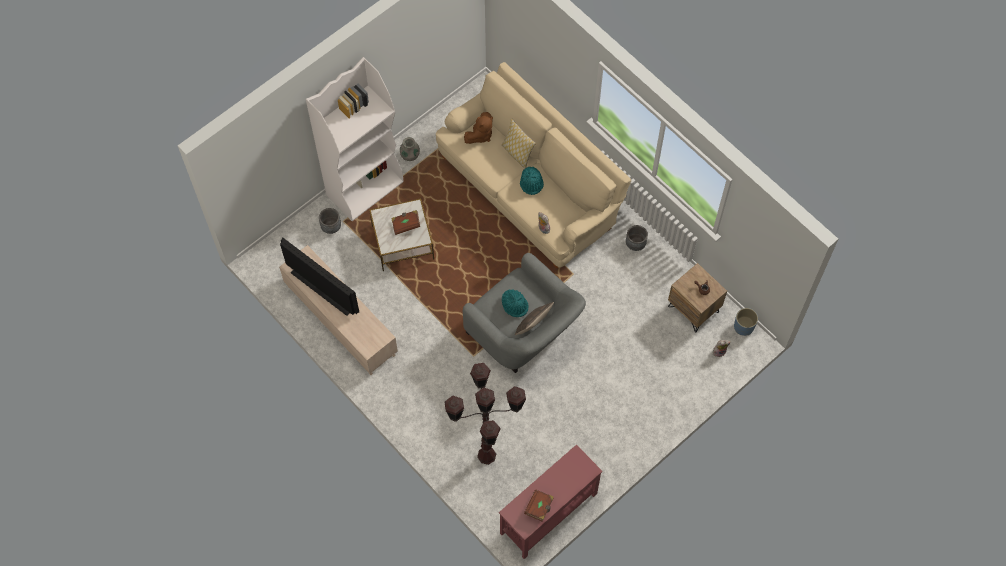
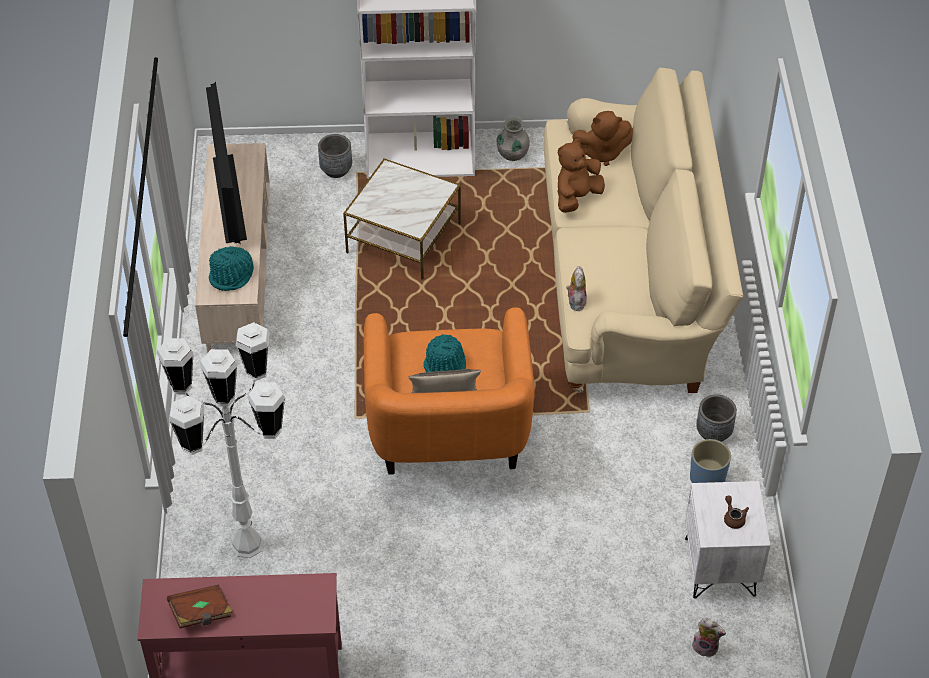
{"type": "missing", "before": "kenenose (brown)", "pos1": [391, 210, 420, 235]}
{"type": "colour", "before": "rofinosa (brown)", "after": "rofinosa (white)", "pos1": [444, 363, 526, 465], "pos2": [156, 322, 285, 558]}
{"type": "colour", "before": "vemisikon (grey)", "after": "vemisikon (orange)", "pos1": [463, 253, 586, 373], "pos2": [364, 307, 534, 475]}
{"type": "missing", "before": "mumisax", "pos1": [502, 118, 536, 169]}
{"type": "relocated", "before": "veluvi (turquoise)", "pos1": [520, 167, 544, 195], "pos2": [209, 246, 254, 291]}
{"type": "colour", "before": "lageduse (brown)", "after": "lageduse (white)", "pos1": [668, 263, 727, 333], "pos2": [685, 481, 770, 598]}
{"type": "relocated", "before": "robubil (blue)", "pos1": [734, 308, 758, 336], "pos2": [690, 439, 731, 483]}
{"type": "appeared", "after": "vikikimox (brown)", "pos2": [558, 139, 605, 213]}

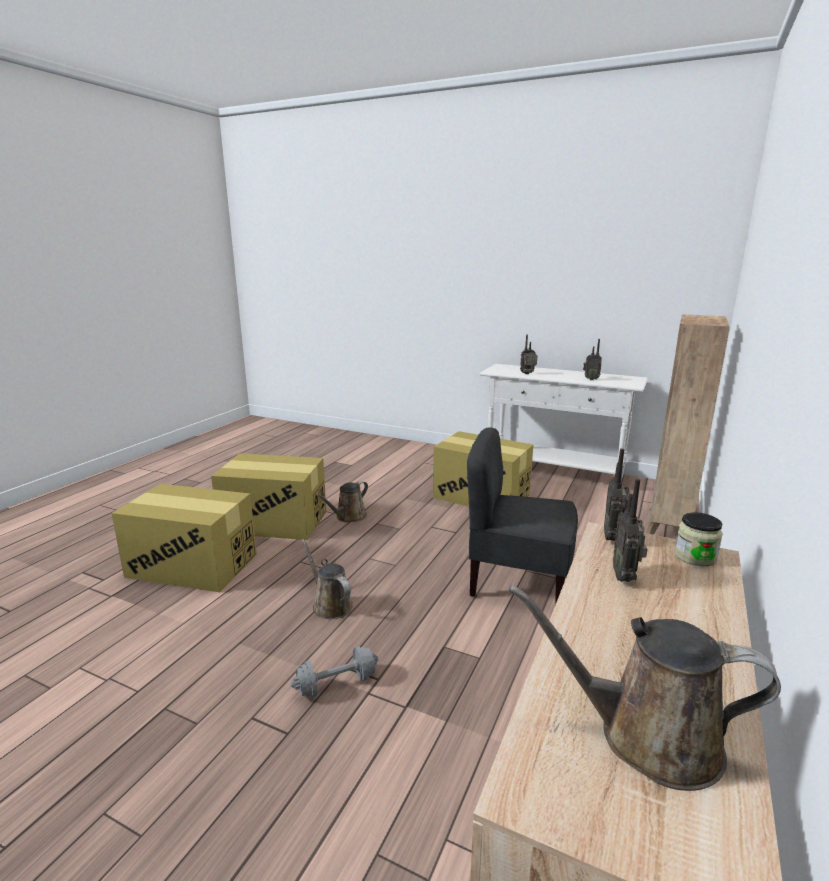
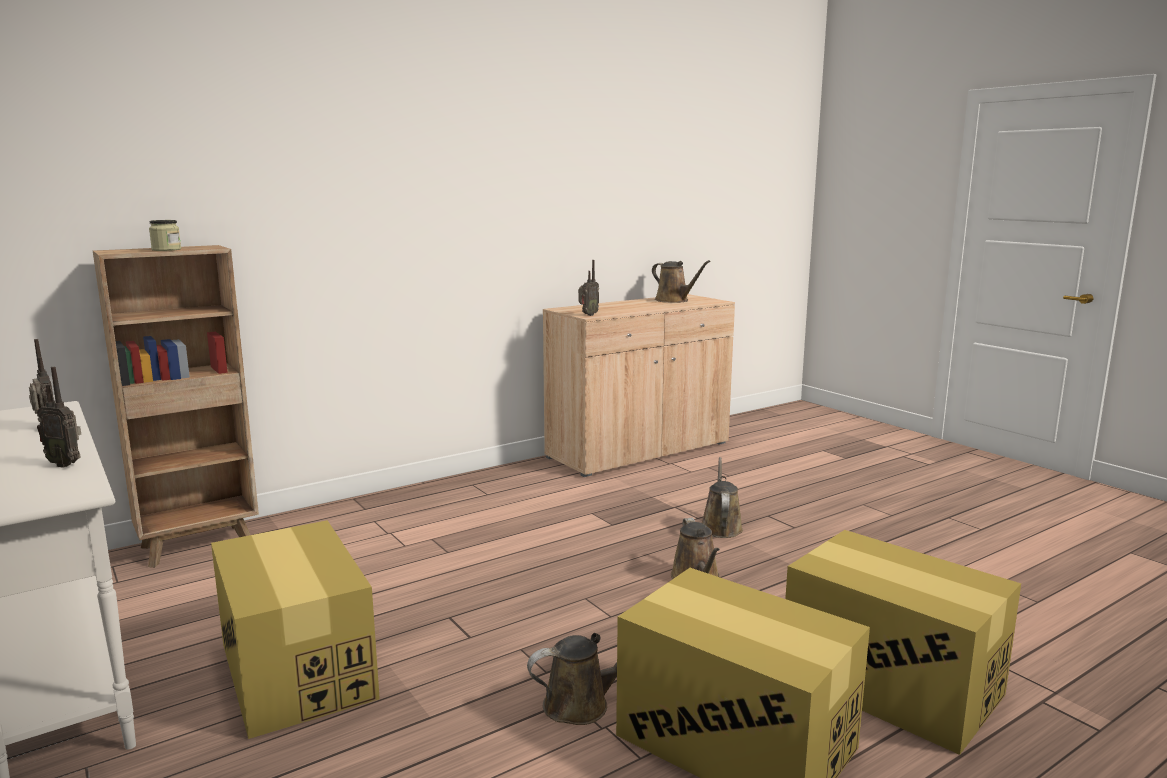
{"type": "exchanged", "before": "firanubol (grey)", "after": "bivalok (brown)", "pos1": [291, 646, 379, 697], "pos2": [702, 457, 743, 538]}
{"type": "missing", "before": "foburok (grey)", "pos1": [467, 428, 578, 605]}
{"type": "missing", "before": "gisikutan", "pos1": [613, 479, 648, 582]}
{"type": "relocated", "before": "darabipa", "pos1": [675, 512, 723, 567], "pos2": [149, 220, 181, 251]}

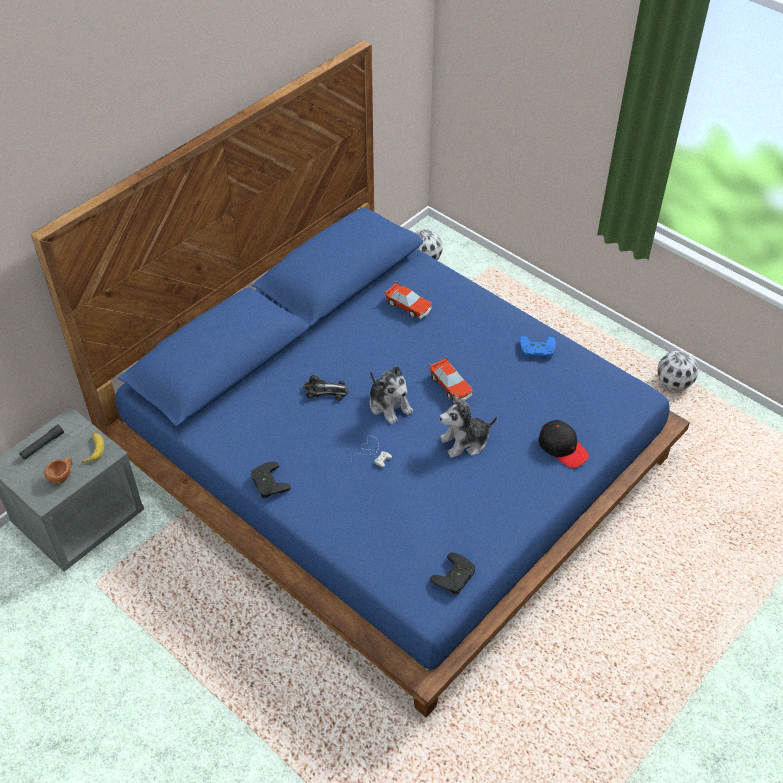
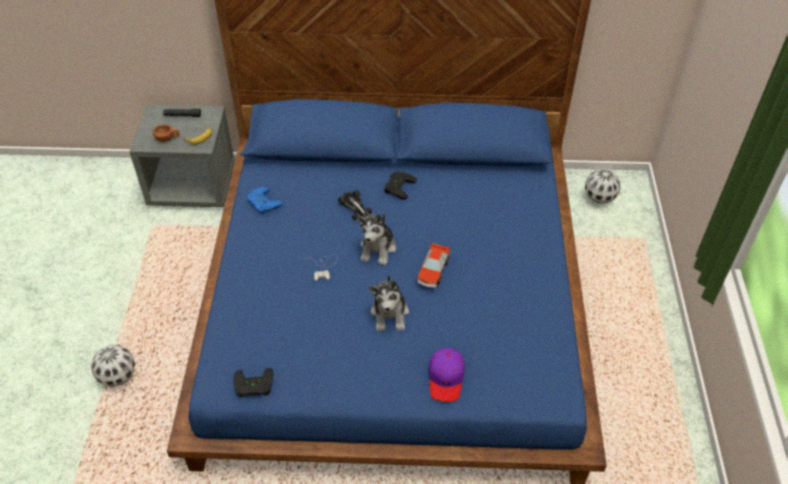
{"type": "relocated", "before": "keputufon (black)", "pos1": [251, 462, 291, 498], "pos2": [384, 172, 417, 200]}
{"type": "missing", "before": "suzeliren", "pos1": [384, 281, 432, 319]}
{"type": "spun", "before": "vikikimox", "pos1": [440, 393, 497, 458], "pos2": [369, 274, 409, 331], "turn": -120}
{"type": "relocated", "before": "keputufon (blue)", "pos1": [520, 336, 556, 358], "pos2": [247, 187, 283, 215]}
{"type": "colour", "before": "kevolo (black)", "after": "kevolo (purple)", "pos1": [539, 420, 589, 468], "pos2": [429, 348, 465, 402]}
{"type": "relocated", "before": "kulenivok", "pos1": [657, 351, 698, 390], "pos2": [91, 345, 135, 387]}

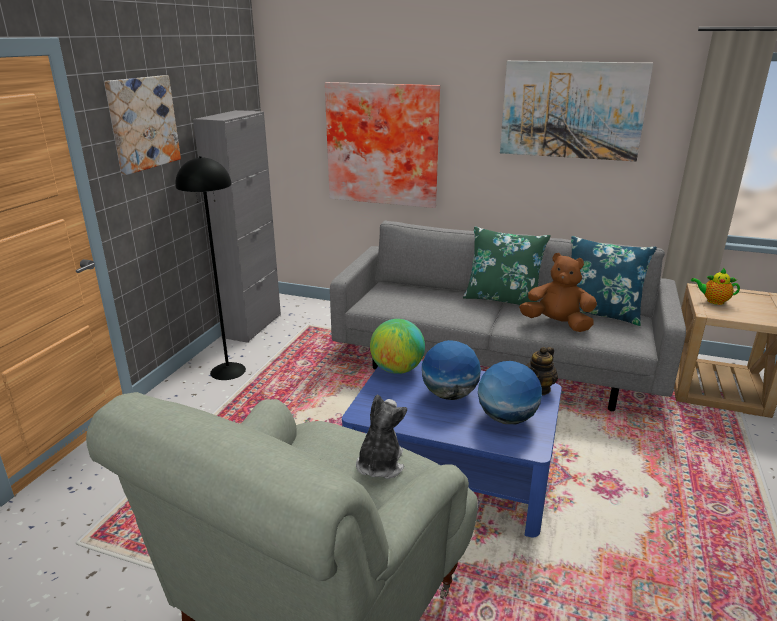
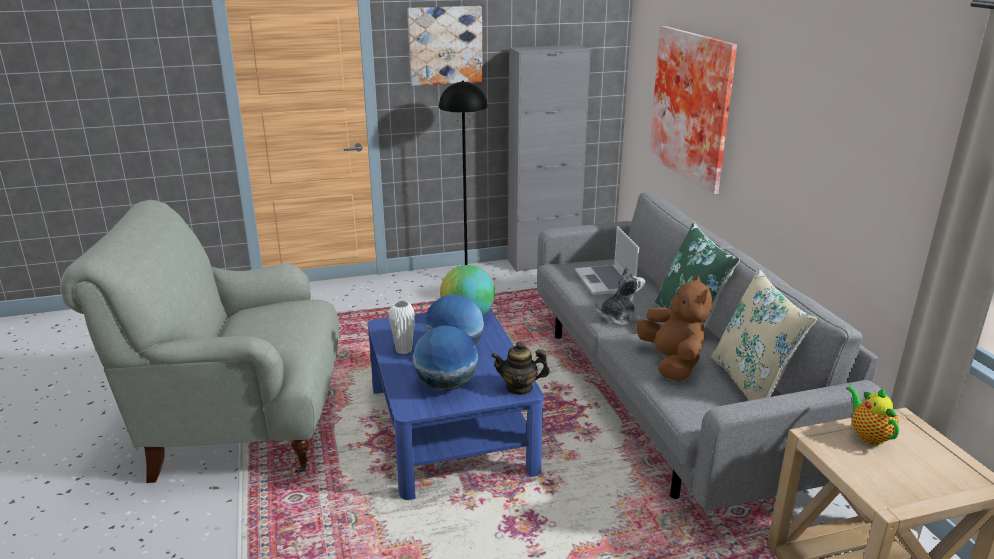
{"type": "relocated", "before": "vikikimox", "pos1": [356, 394, 407, 479], "pos2": [595, 266, 645, 325]}
{"type": "missing", "before": "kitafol", "pos1": [500, 61, 653, 161]}
{"type": "colour", "before": "mumisax (blue)", "after": "mumisax (beige)", "pos1": [571, 236, 657, 326], "pos2": [711, 269, 817, 401]}
{"type": "appeared", "after": "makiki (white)", "pos2": [389, 301, 415, 354]}
{"type": "appeared", "after": "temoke", "pos2": [575, 226, 639, 295]}

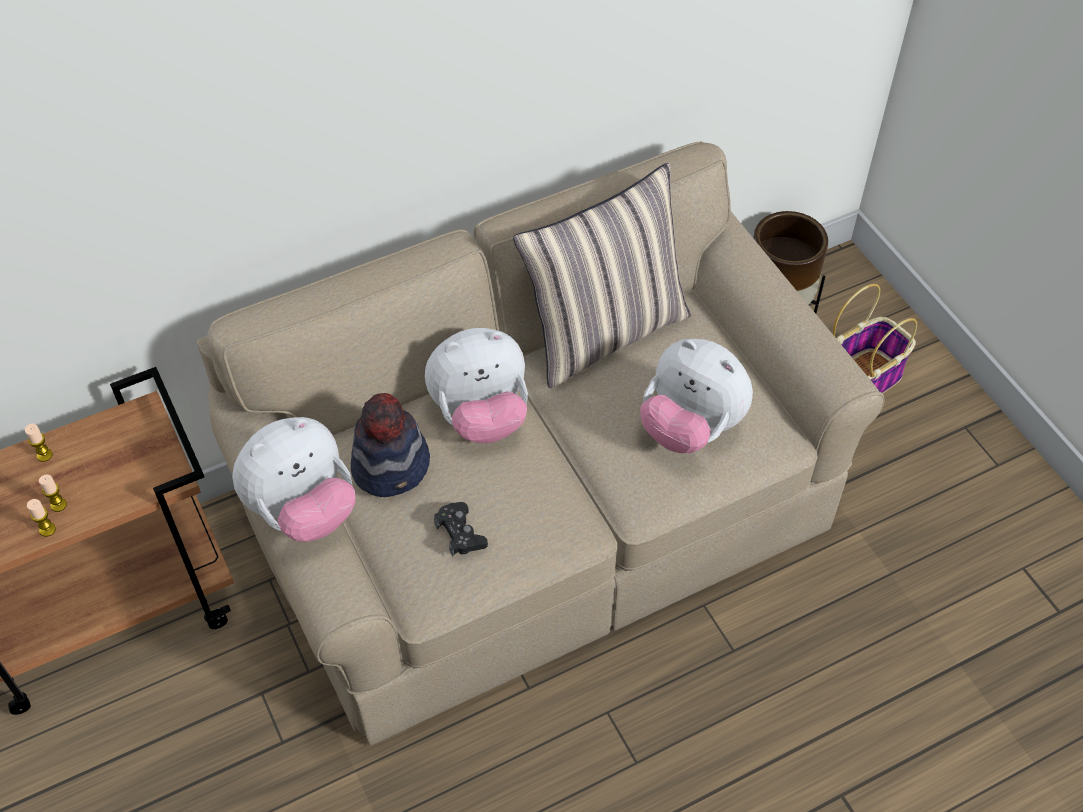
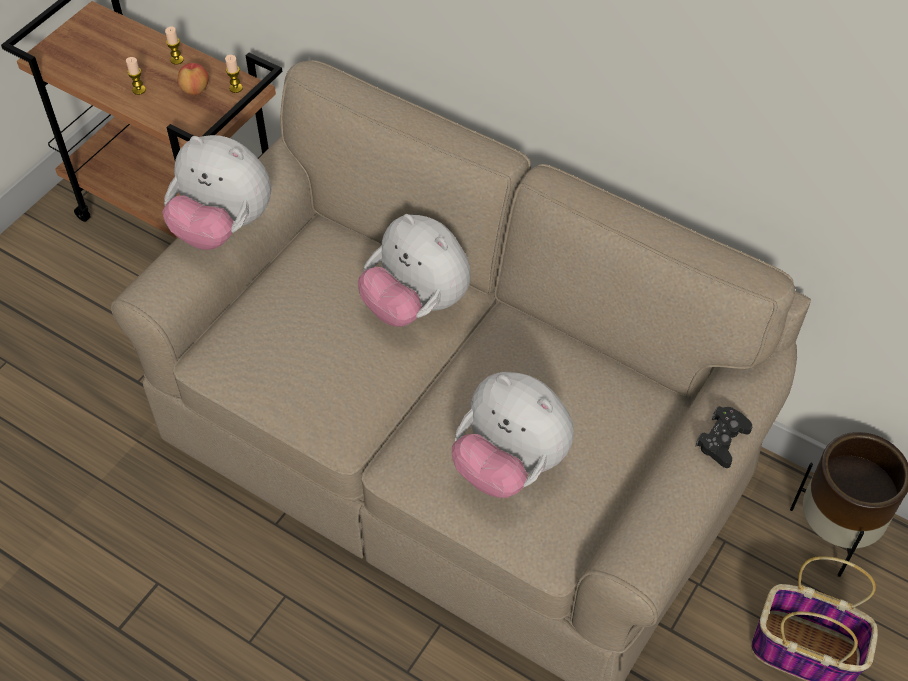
{"type": "relocated", "before": "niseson", "pos1": [27, 499, 56, 537], "pos2": [225, 55, 243, 93]}
{"type": "missing", "before": "veluvi", "pos1": [351, 393, 430, 497]}
{"type": "relocated", "before": "keputufon (black)", "pos1": [434, 502, 488, 557], "pos2": [695, 406, 752, 468]}
{"type": "missing", "before": "mumisax", "pos1": [513, 163, 692, 388]}
{"type": "spun", "before": "vikikimox", "pos1": [640, 339, 753, 453], "pos2": [452, 372, 574, 498], "turn": -60}
{"type": "appeared", "after": "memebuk", "pos2": [178, 63, 209, 95]}

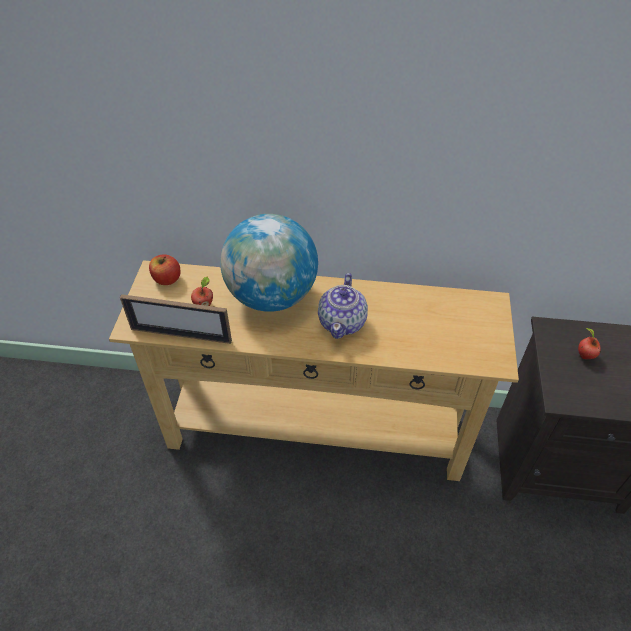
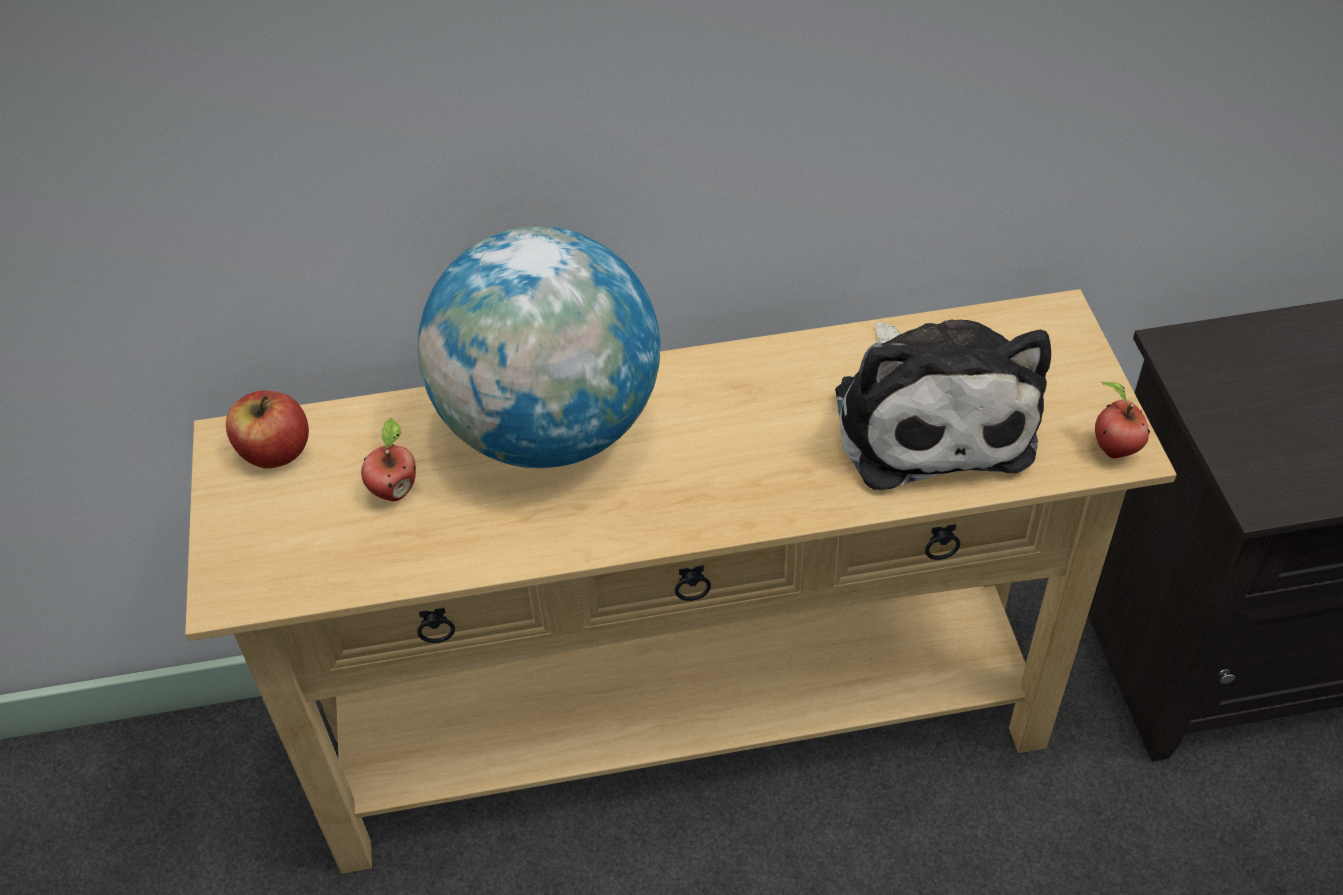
{"type": "missing", "before": "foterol", "pos1": [120, 294, 232, 344]}
{"type": "missing", "before": "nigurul", "pos1": [318, 273, 368, 339]}
{"type": "relocated", "before": "memebuk", "pos1": [578, 328, 601, 359], "pos2": [1095, 381, 1150, 458]}
{"type": "appeared", "after": "vikikimox", "pos2": [835, 319, 1051, 490]}

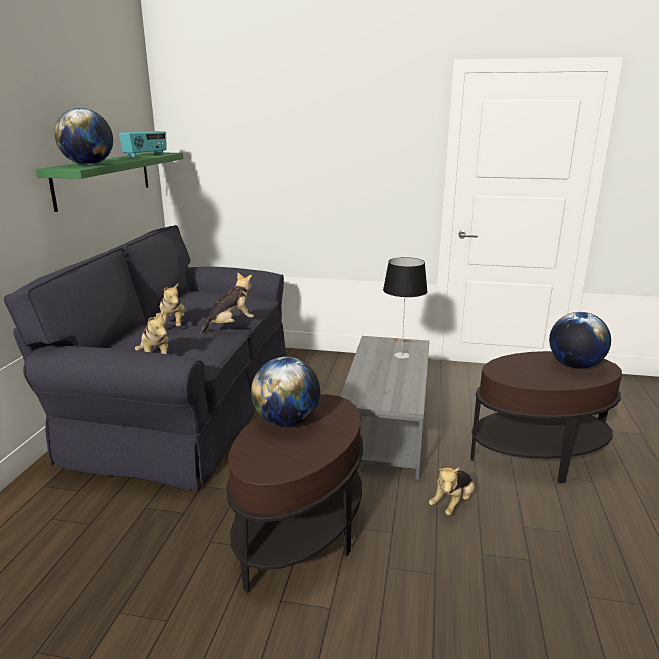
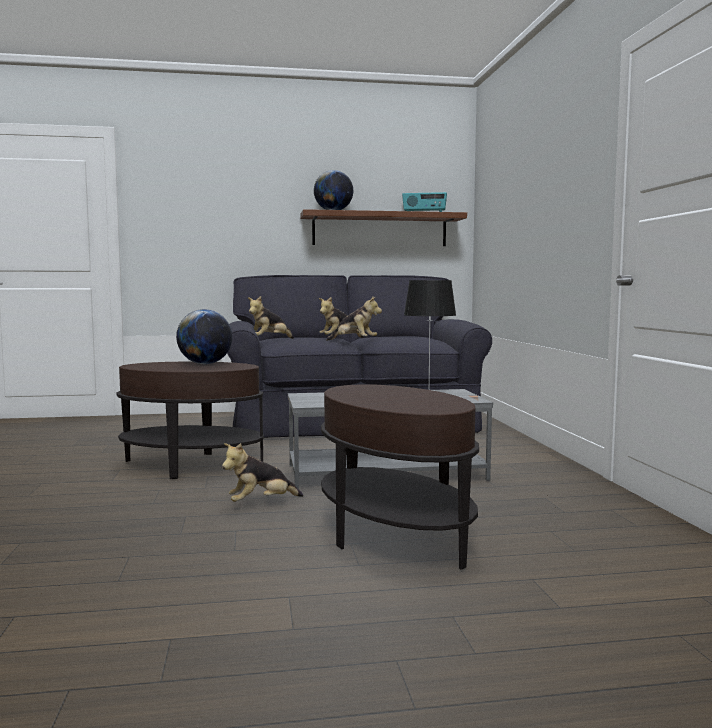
{"type": "colour", "before": "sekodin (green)", "after": "sekodin (brown)", "pos1": [36, 152, 183, 212], "pos2": [300, 209, 467, 246]}
{"type": "spun", "before": "vikikimox", "pos1": [429, 468, 475, 515], "pos2": [222, 443, 303, 502], "turn": -45}
{"type": "missing", "before": "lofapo", "pos1": [549, 312, 611, 369]}

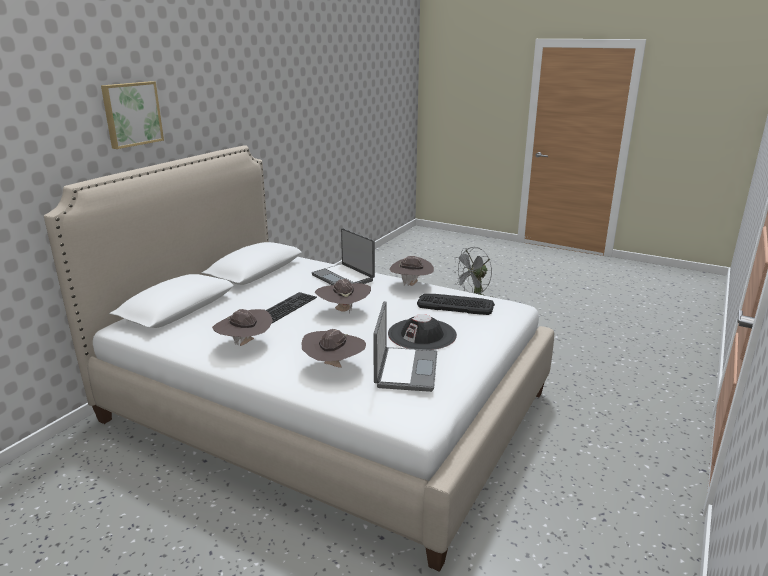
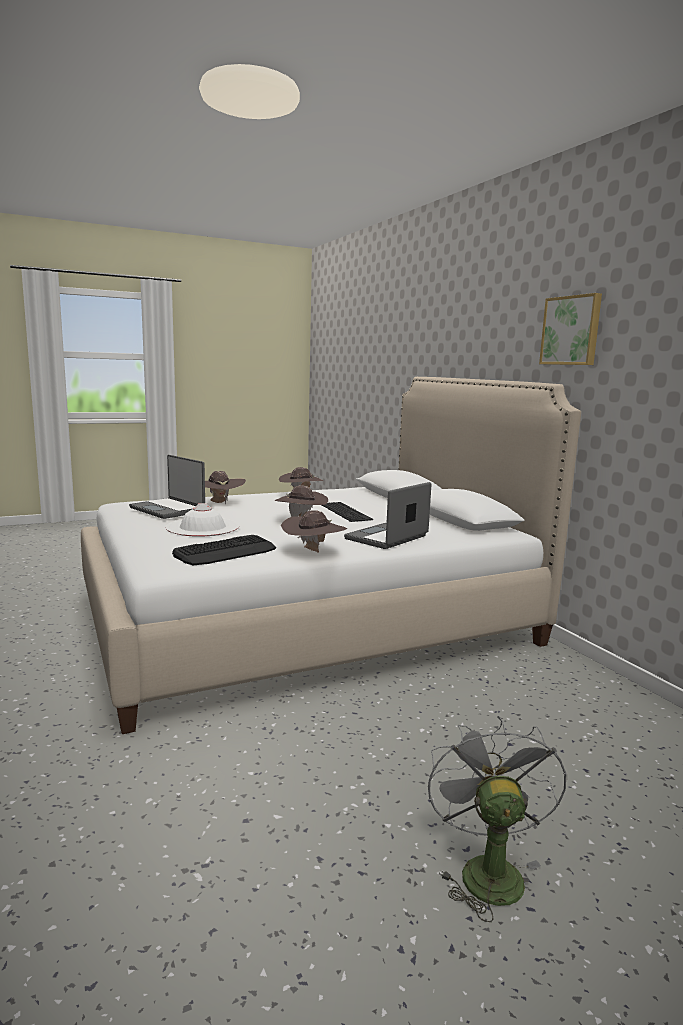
{"type": "relocated", "before": "kitafol", "pos1": [101, 81, 164, 149], "pos2": [539, 293, 602, 365]}
{"type": "spun", "before": "temoke", "pos1": [312, 228, 375, 285], "pos2": [344, 482, 432, 549], "turn": -45}
{"type": "colour", "before": "veluvi (black)", "after": "veluvi (white)", "pos1": [388, 314, 457, 350], "pos2": [165, 503, 239, 537]}

